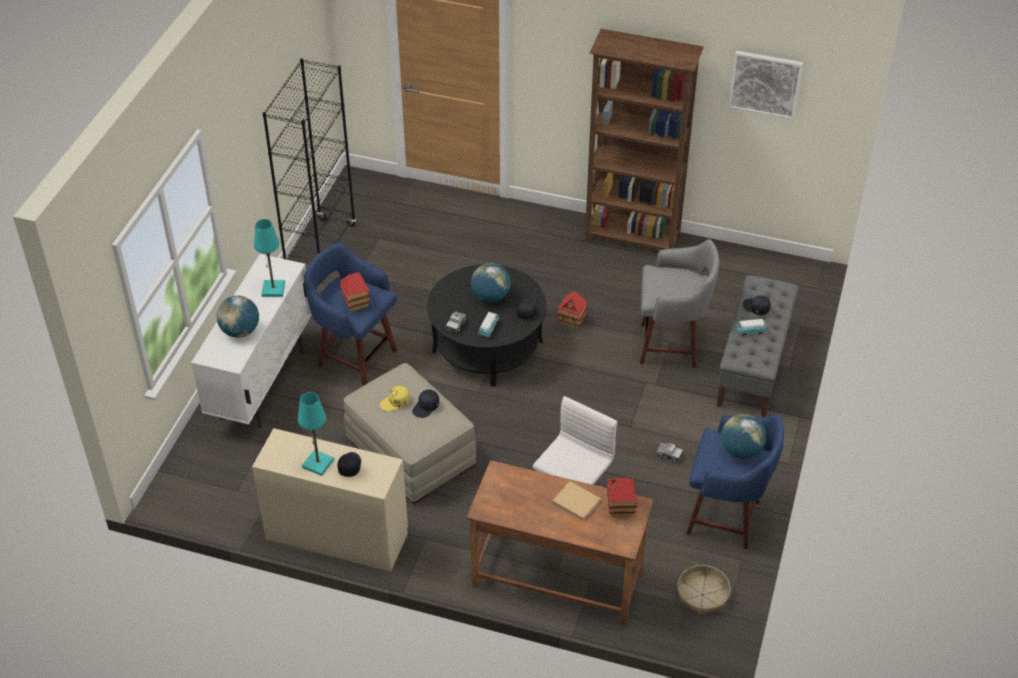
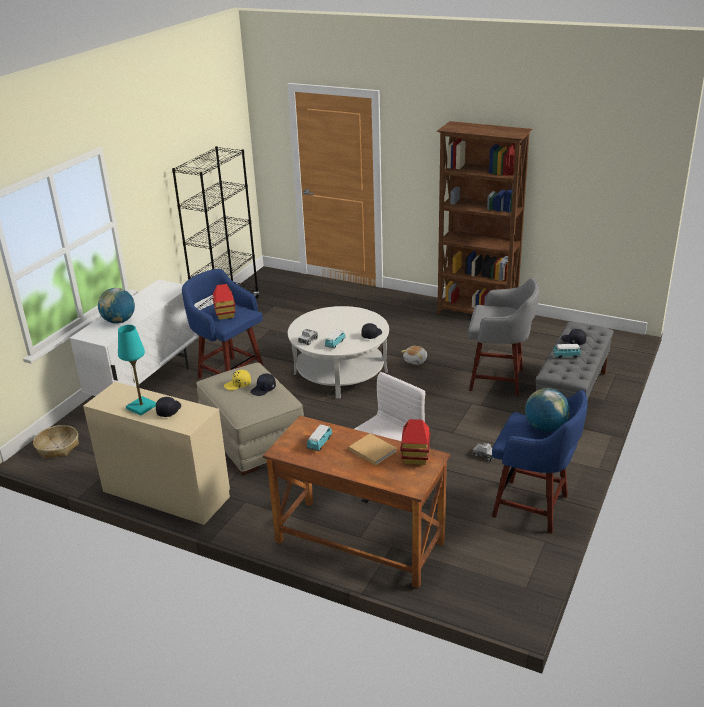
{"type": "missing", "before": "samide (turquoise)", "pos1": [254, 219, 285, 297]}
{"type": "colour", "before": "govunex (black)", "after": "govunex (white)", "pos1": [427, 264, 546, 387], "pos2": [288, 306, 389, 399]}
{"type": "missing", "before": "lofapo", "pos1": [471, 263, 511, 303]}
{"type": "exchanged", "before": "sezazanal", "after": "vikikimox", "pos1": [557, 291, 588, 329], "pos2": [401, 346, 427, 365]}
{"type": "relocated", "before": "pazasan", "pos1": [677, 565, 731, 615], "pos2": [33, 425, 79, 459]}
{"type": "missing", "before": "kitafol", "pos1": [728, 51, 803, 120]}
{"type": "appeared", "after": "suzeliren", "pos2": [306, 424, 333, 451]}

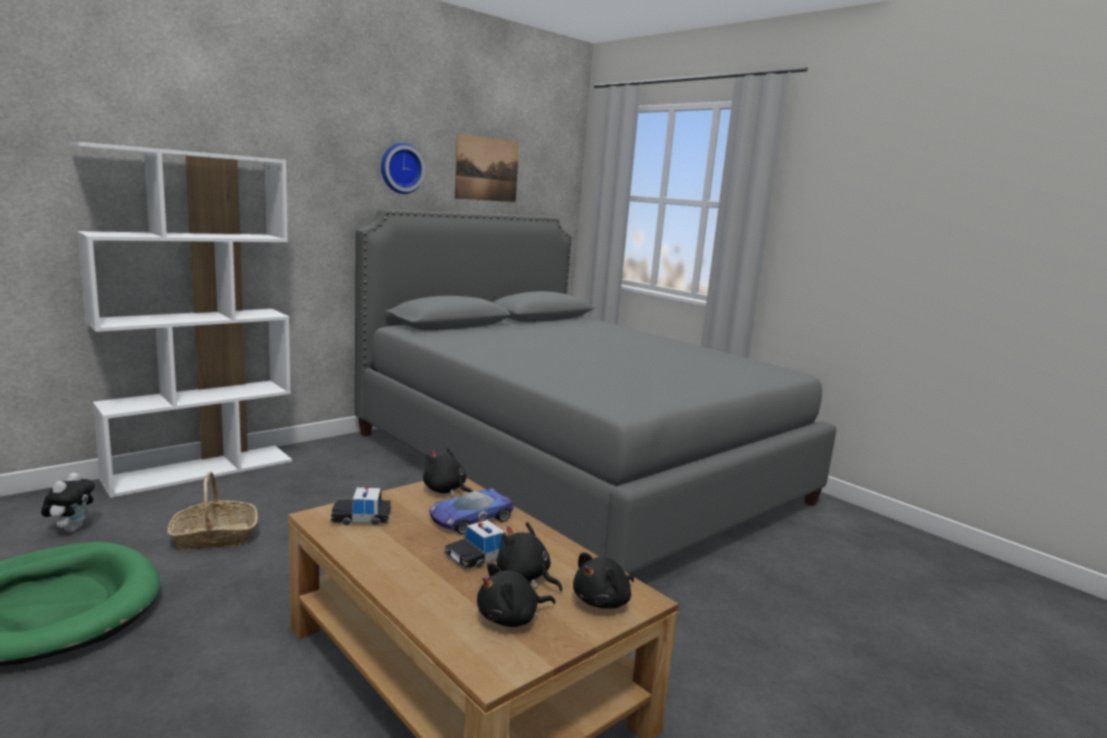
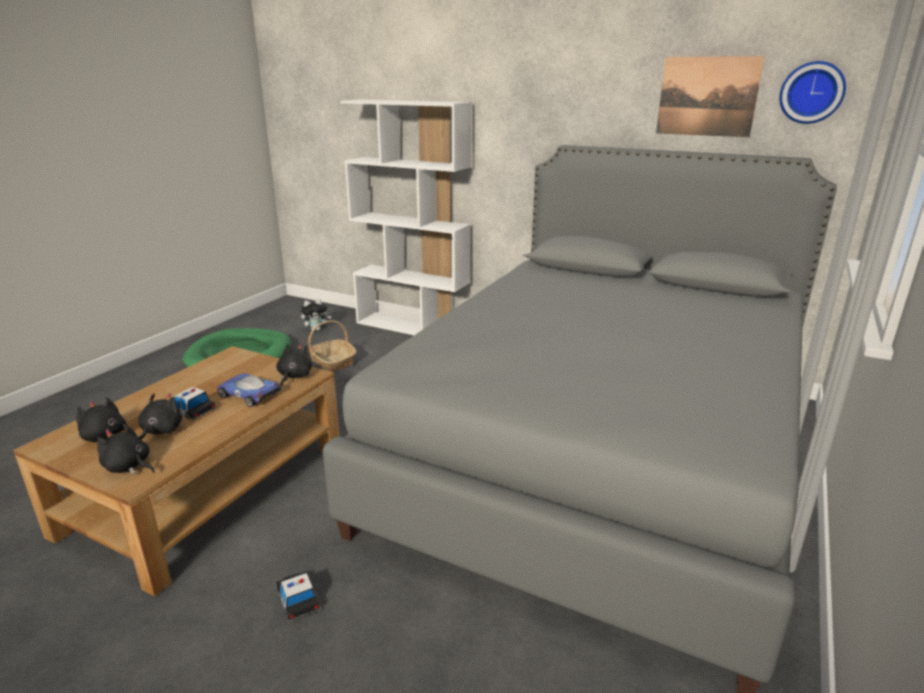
{"type": "relocated", "before": "suzeliren", "pos1": [330, 487, 392, 526], "pos2": [275, 571, 321, 622]}
{"type": "relocated", "before": "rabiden", "pos1": [381, 143, 425, 194], "pos2": [779, 61, 846, 124]}

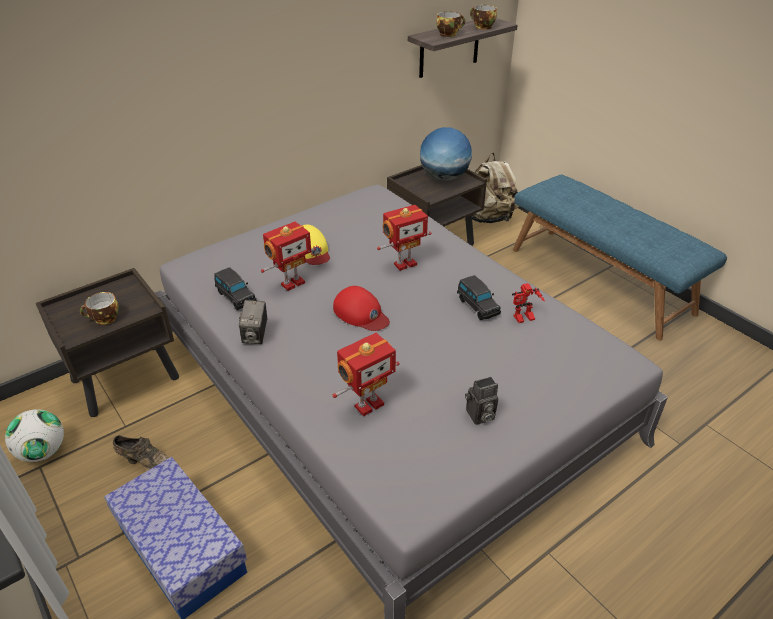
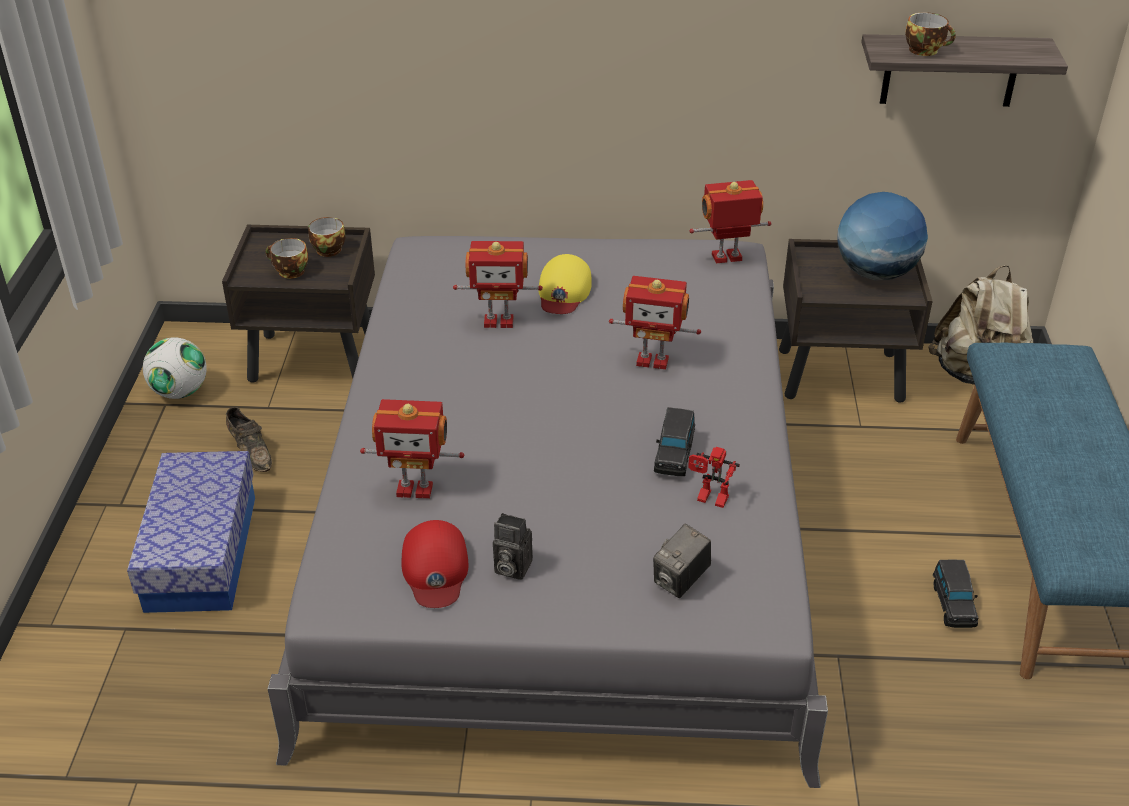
{"type": "relocated", "before": "suzeliren (black)", "pos1": [214, 267, 256, 310], "pos2": [933, 560, 978, 628]}
{"type": "relocated", "before": "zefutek", "pos1": [239, 300, 267, 344], "pos2": [653, 524, 711, 598]}
{"type": "relocated", "before": "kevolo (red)", "pos1": [333, 286, 390, 331], "pos2": [402, 520, 468, 608]}
{"type": "relocated", "before": "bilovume", "pos1": [470, 5, 497, 30], "pos2": [308, 217, 346, 257]}
{"type": "appeared", "after": "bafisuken", "pos2": [689, 180, 771, 263]}

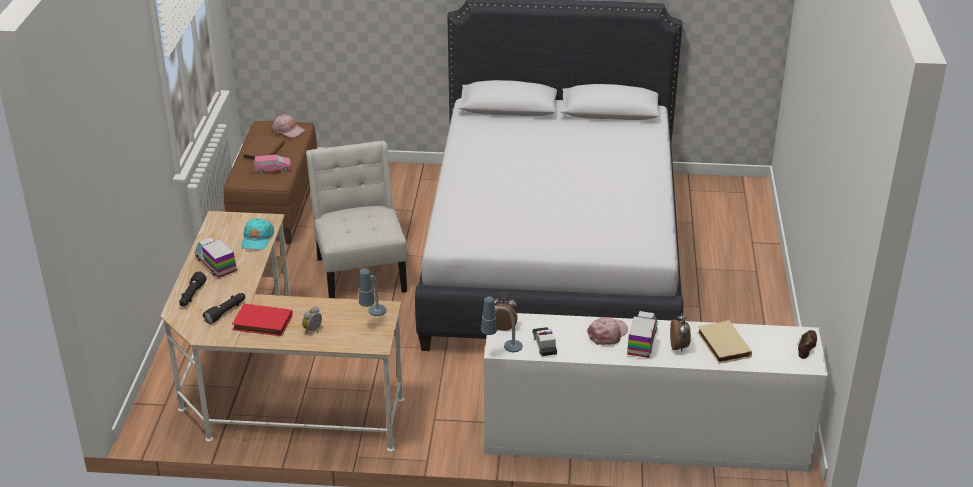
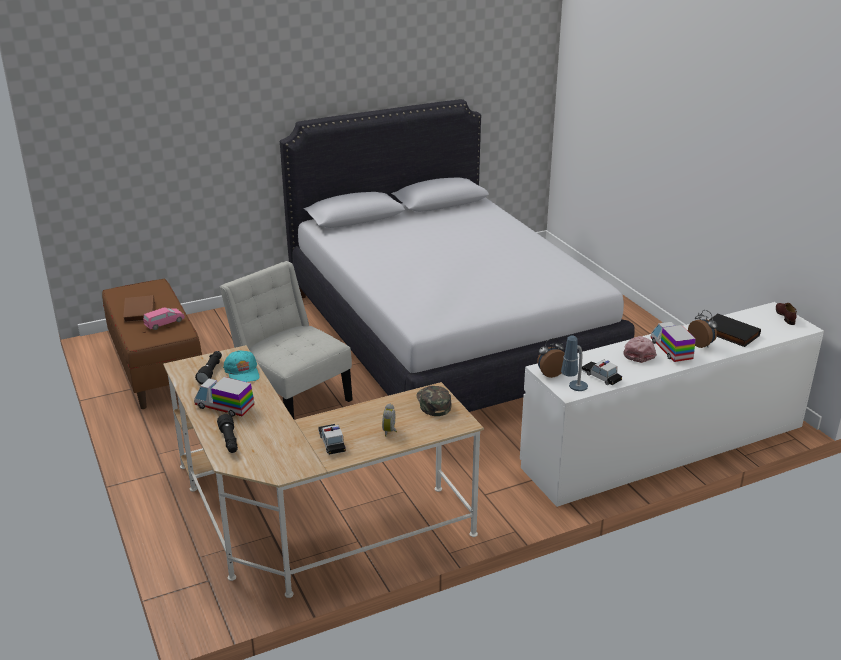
{"type": "relocated", "before": "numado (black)", "pos1": [203, 293, 245, 324], "pos2": [195, 351, 222, 384]}
{"type": "exchanged", "before": "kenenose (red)", "after": "suzeliren", "pos1": [232, 304, 293, 336], "pos2": [318, 424, 346, 455]}
{"type": "missing", "before": "kevolo (pink)", "pos1": [272, 114, 305, 138]}
{"type": "exchanged", "before": "samide", "after": "kevolo (green)", "pos1": [359, 269, 386, 316], "pos2": [416, 386, 451, 416]}
{"type": "colour", "before": "kenenose (beige)", "after": "kenenose (black)", "pos1": [697, 320, 752, 364], "pos2": [709, 313, 761, 347]}

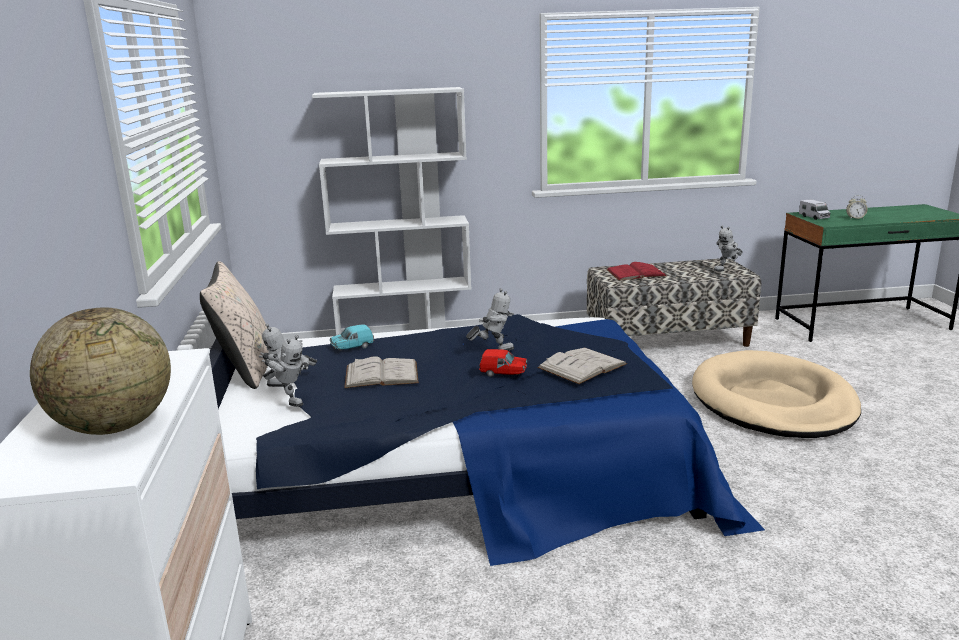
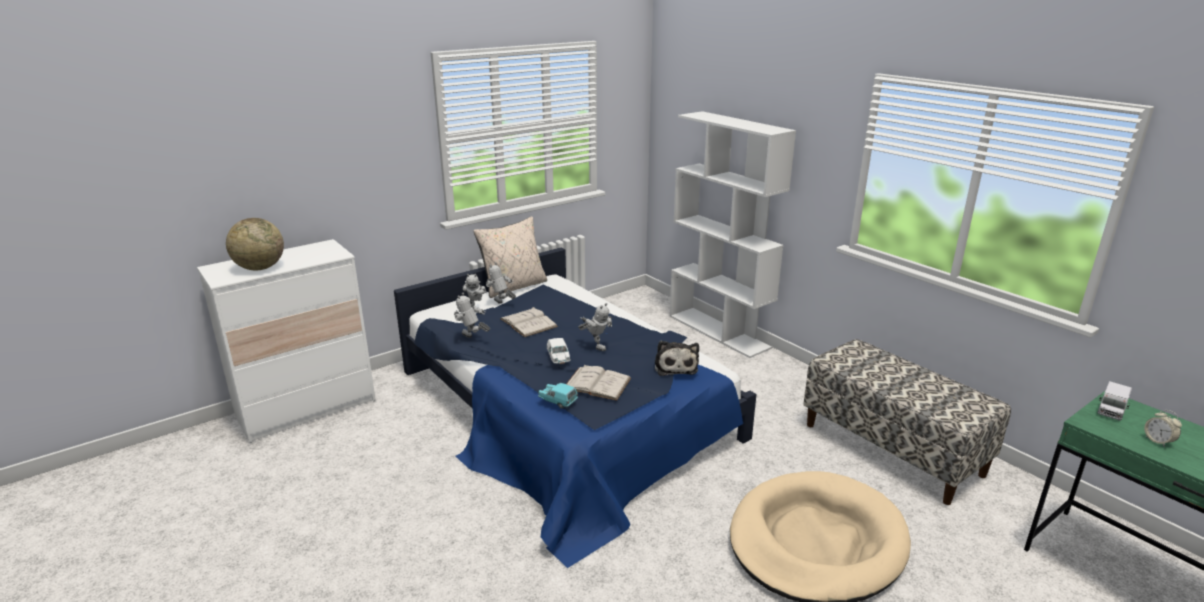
{"type": "relocated", "before": "suzeliren (turquoise)", "pos1": [330, 324, 374, 351], "pos2": [538, 383, 578, 408]}
{"type": "colour", "before": "suzeliren (red)", "after": "suzeliren (white)", "pos1": [479, 349, 527, 377], "pos2": [547, 338, 571, 365]}
{"type": "missing", "before": "kenenose (red)", "pos1": [606, 262, 667, 280]}
{"type": "relocated", "before": "bafisuken", "pos1": [714, 226, 743, 271], "pos2": [454, 292, 490, 338]}
{"type": "appeared", "after": "vikikimox", "pos2": [655, 341, 699, 376]}

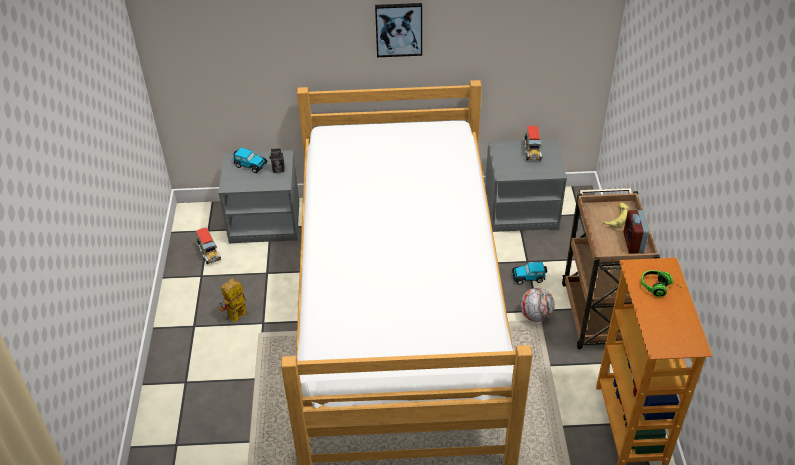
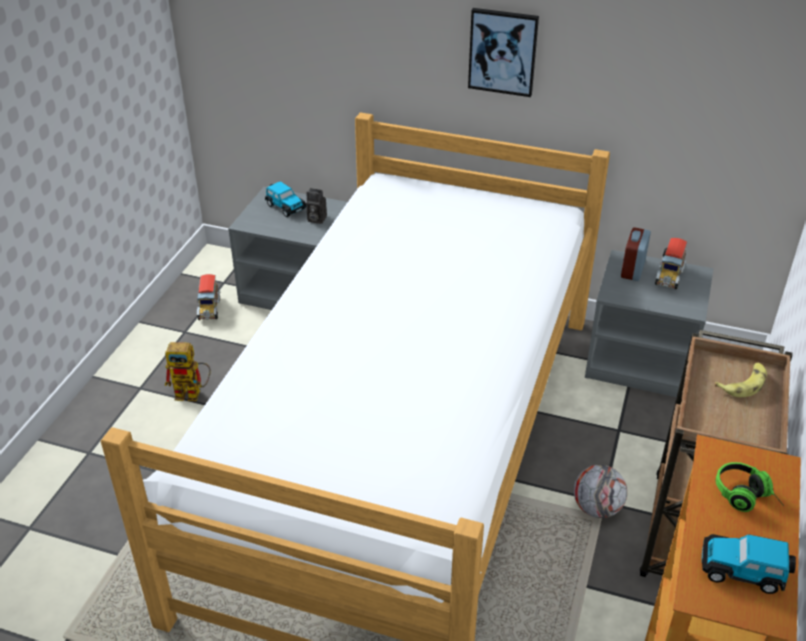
{"type": "spun", "before": "bafisuken", "pos1": [219, 278, 247, 323], "pos2": [165, 342, 211, 401], "turn": -150}
{"type": "relocated", "before": "suzeliren", "pos1": [512, 262, 547, 285], "pos2": [702, 534, 796, 594]}
{"type": "relocated", "before": "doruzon", "pos1": [623, 210, 649, 253], "pos2": [621, 227, 651, 281]}

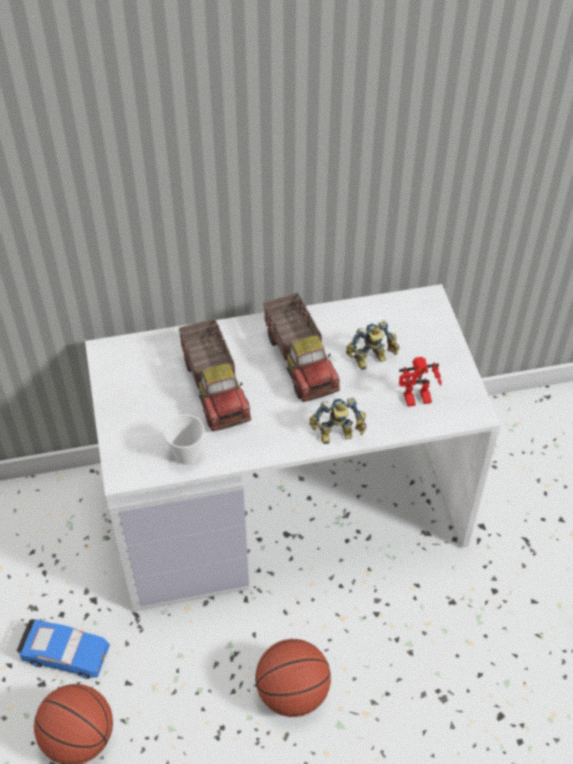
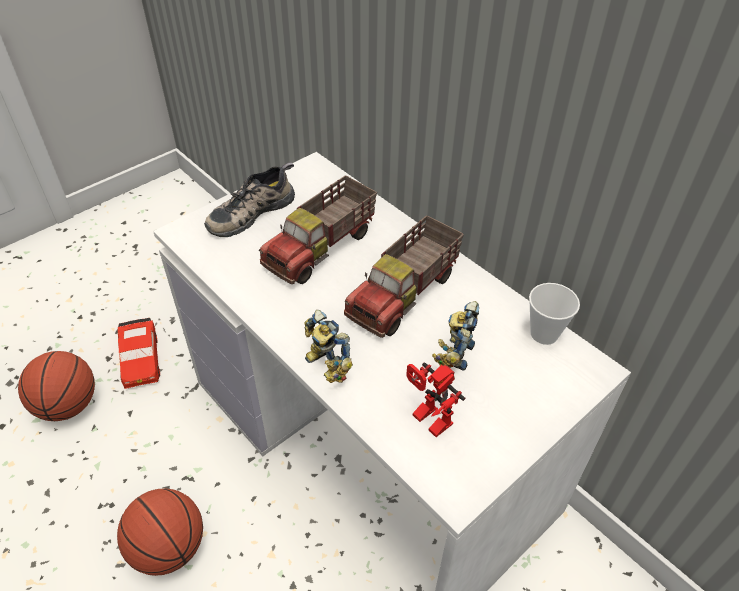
{"type": "colour", "before": "suzeliren (blue)", "after": "suzeliren (red)", "pos1": [17, 619, 110, 679], "pos2": [118, 318, 160, 389]}
{"type": "relocated", "before": "bilovume", "pos1": [163, 415, 205, 465], "pos2": [529, 283, 580, 345]}
{"type": "spun", "before": "bafisuken", "pos1": [346, 320, 400, 370], "pos2": [432, 301, 479, 371], "turn": 75}
{"type": "appeared", "after": "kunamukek", "pos2": [204, 162, 295, 237]}

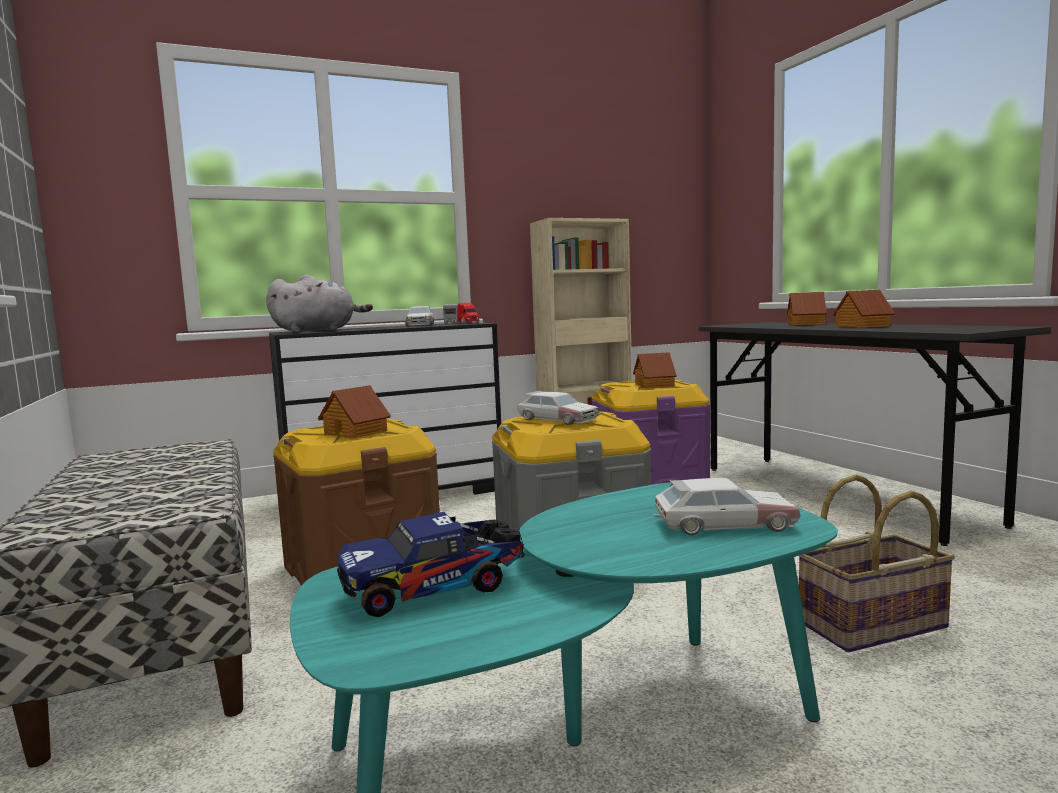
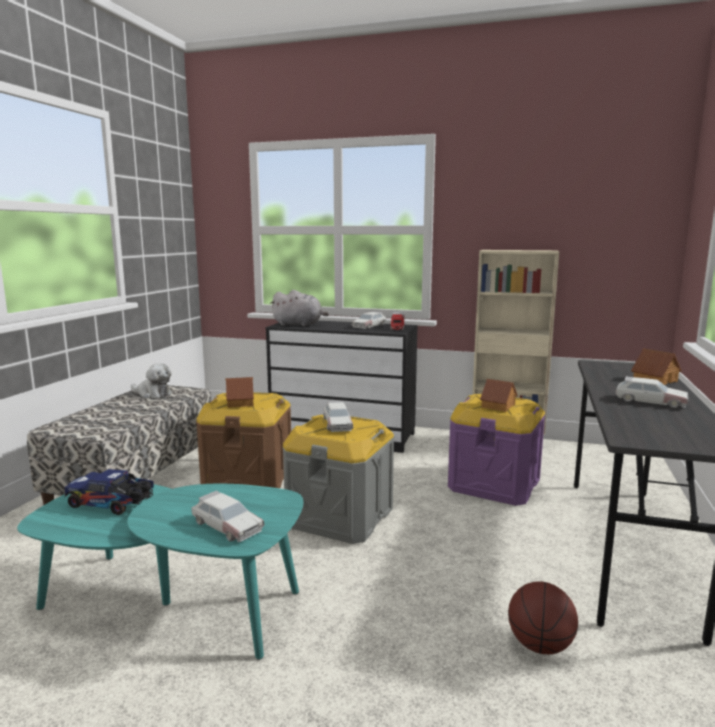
{"type": "missing", "before": "pazasan", "pos1": [799, 475, 955, 652]}
{"type": "exchanged", "before": "sezazanal", "after": "suzeliren", "pos1": [833, 290, 895, 328], "pos2": [616, 376, 689, 408]}
{"type": "appeared", "after": "vikikimox", "pos2": [131, 363, 172, 398]}
{"type": "appeared", "after": "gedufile", "pos2": [508, 581, 578, 654]}

